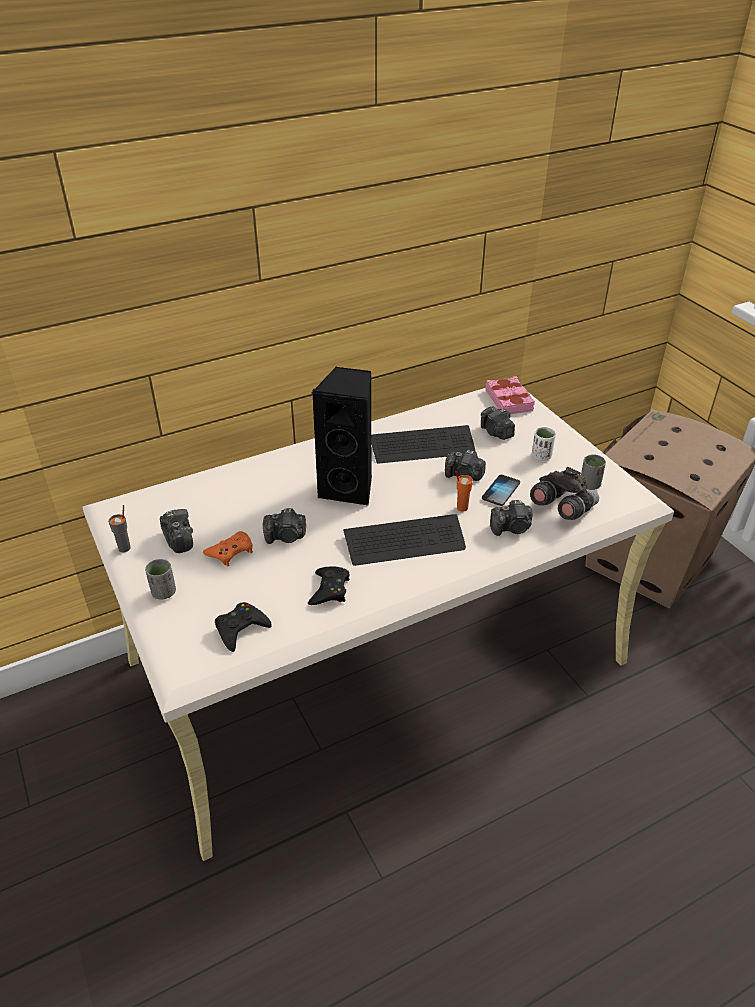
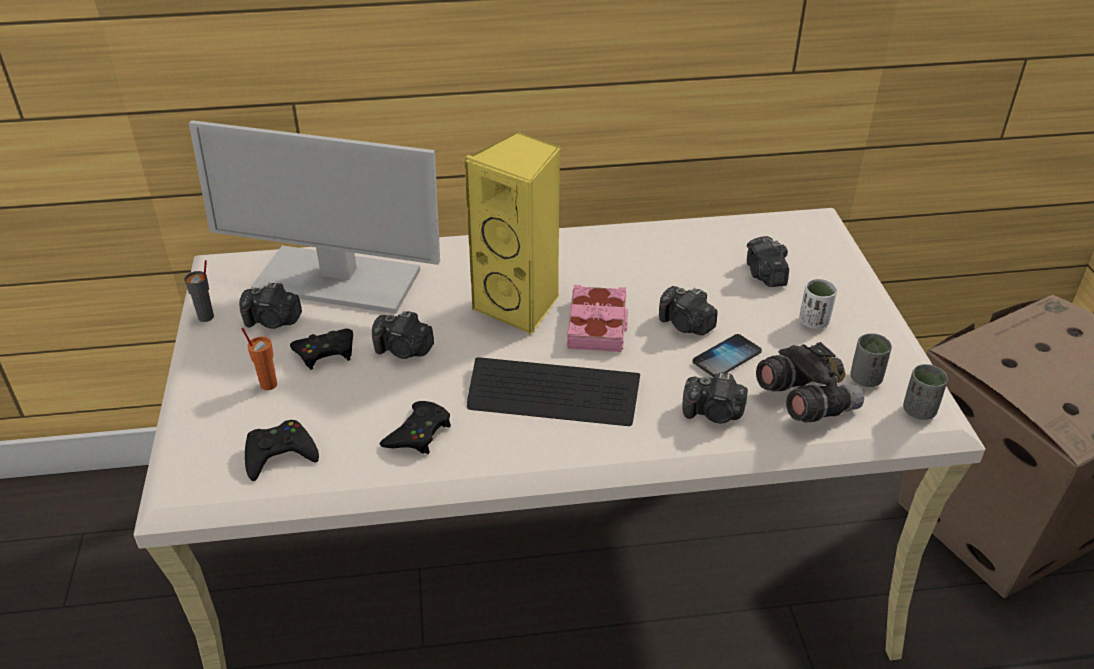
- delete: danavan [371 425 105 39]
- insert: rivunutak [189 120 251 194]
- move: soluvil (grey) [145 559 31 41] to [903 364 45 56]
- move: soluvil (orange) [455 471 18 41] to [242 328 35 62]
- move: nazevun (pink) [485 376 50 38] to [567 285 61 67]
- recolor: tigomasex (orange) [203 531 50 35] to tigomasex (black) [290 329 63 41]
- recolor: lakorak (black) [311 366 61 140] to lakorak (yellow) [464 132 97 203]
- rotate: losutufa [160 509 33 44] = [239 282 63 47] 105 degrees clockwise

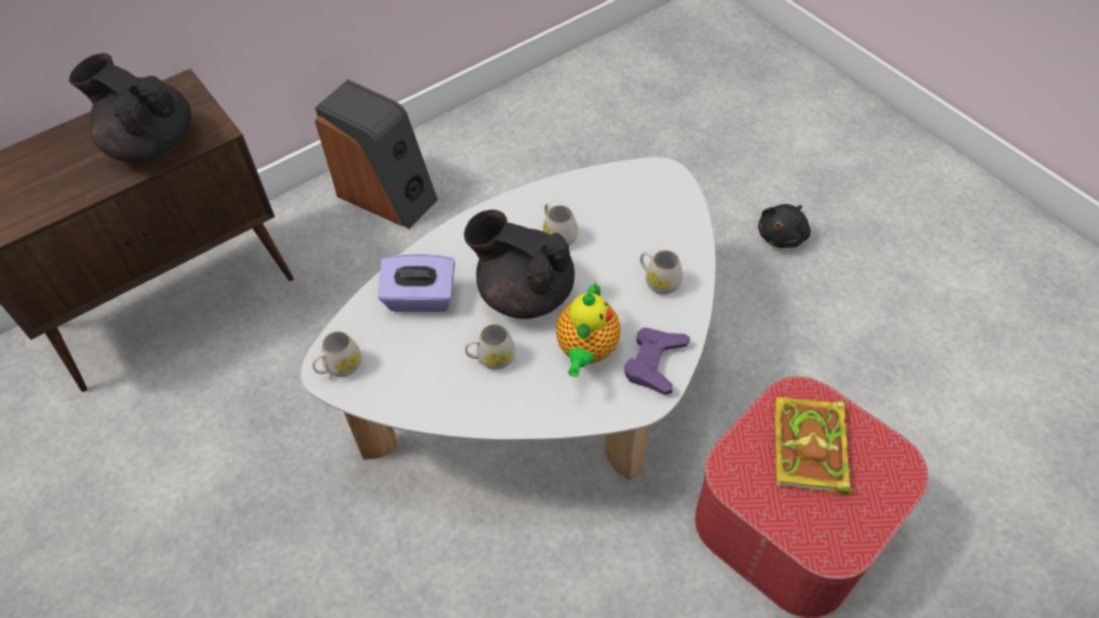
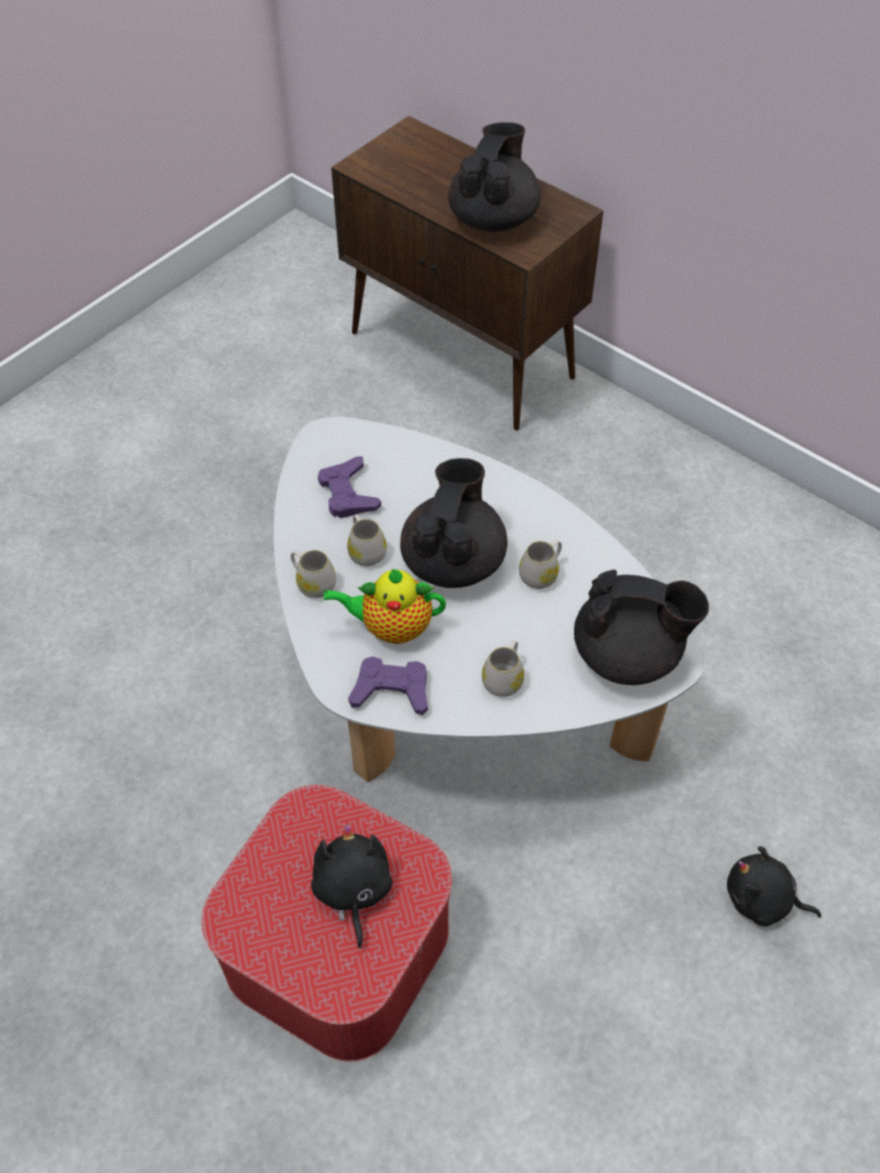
- delete: lakorak [315 80 123 149]
- delete: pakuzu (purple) [378 254 77 58]
- insert: tigomasex (purple) [318 456 63 62]
- insert: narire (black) [574 569 135 116]
- move: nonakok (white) [312 331 50 46] to [291 550 45 48]
- replace: nazevun [775 397 78 98] to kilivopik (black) [311 824 82 125]

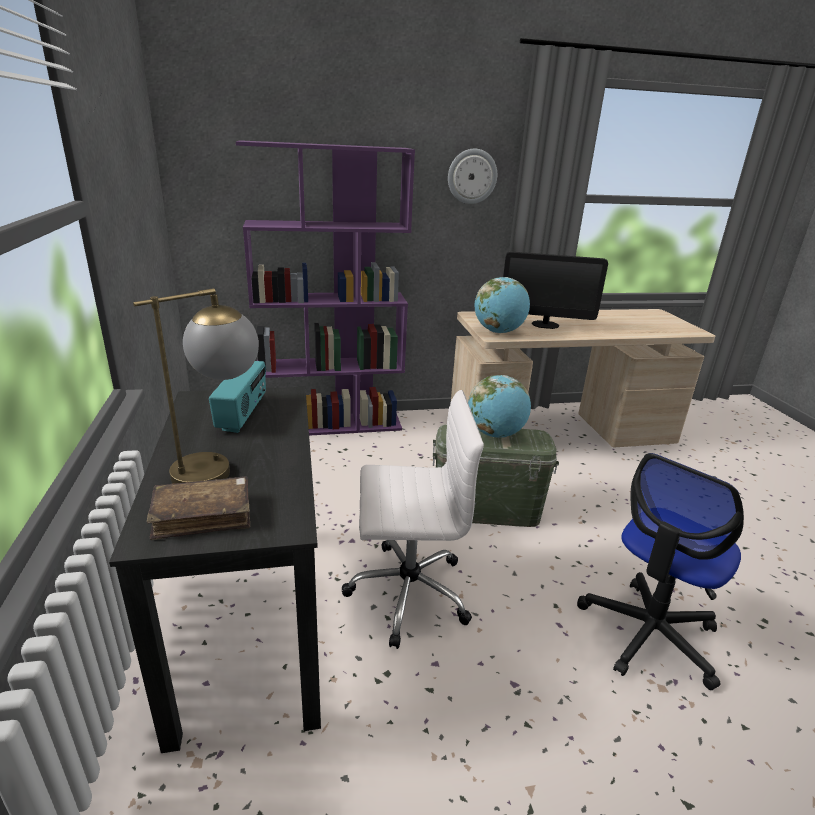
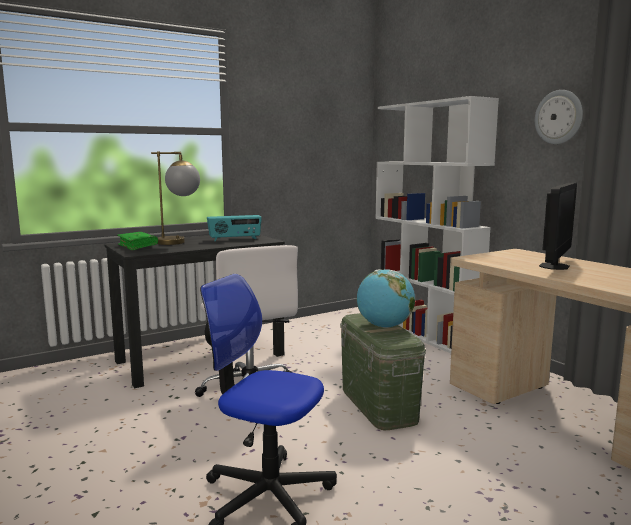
- delete: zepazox [475 277 55 56]
- recolor: nazevun (brown) [147 476 103 64] to nazevun (green) [117 232 41 19]
- recolor: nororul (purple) [236 140 179 296] to nororul (white) [374 96 125 257]
- rotate: rivunutak [503 251 105 78] = [539 183 38 87] 135 degrees counterclockwise

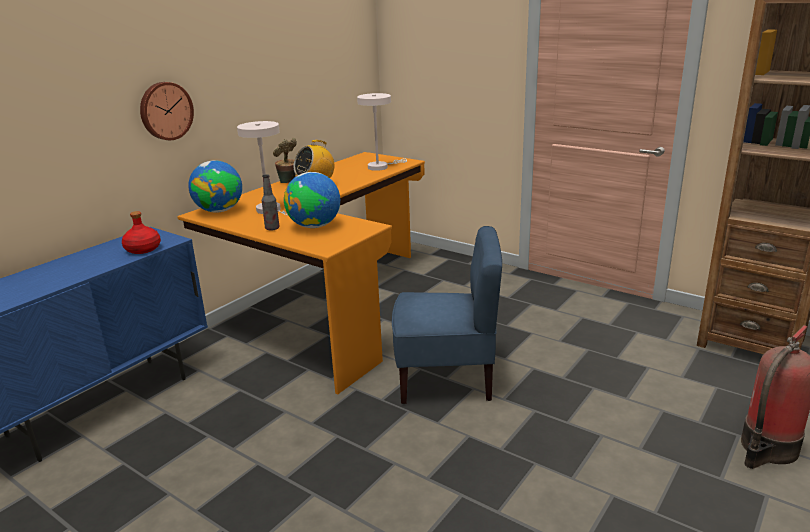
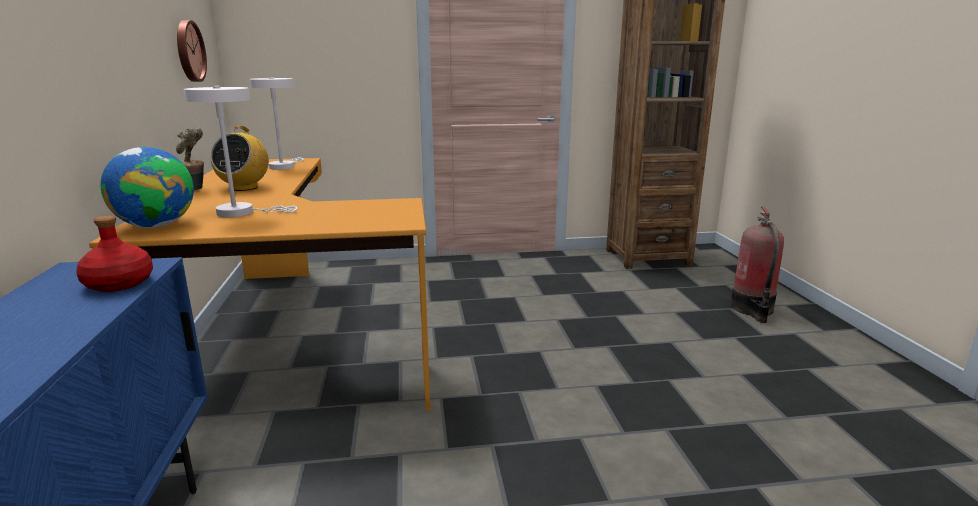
- delete: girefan [262 174 18 57]
- delete: zepazox [284 172 56 56]
- delete: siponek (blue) [392 226 110 178]
- move: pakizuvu [140 82 54 58] to [177 20 30 62]

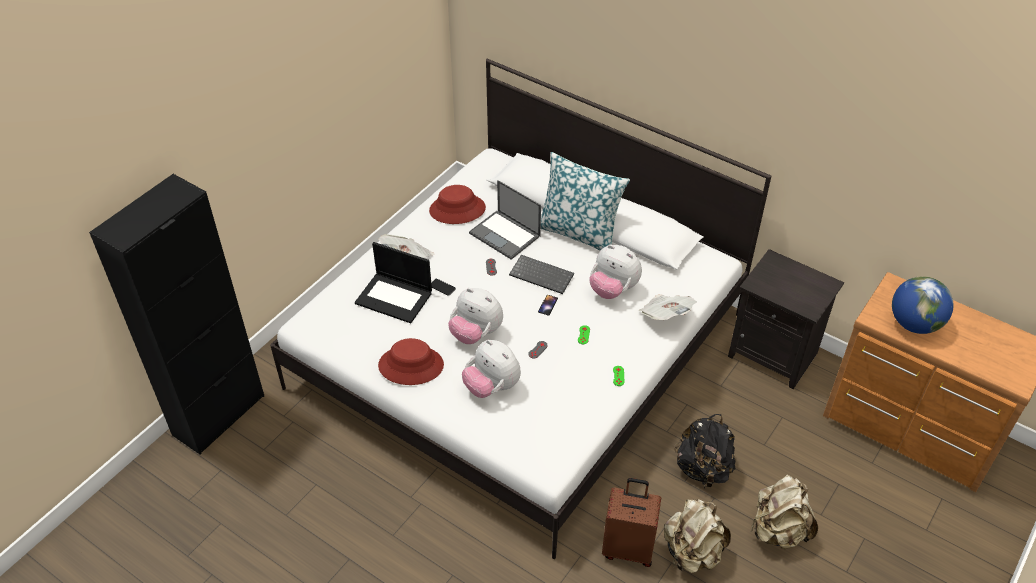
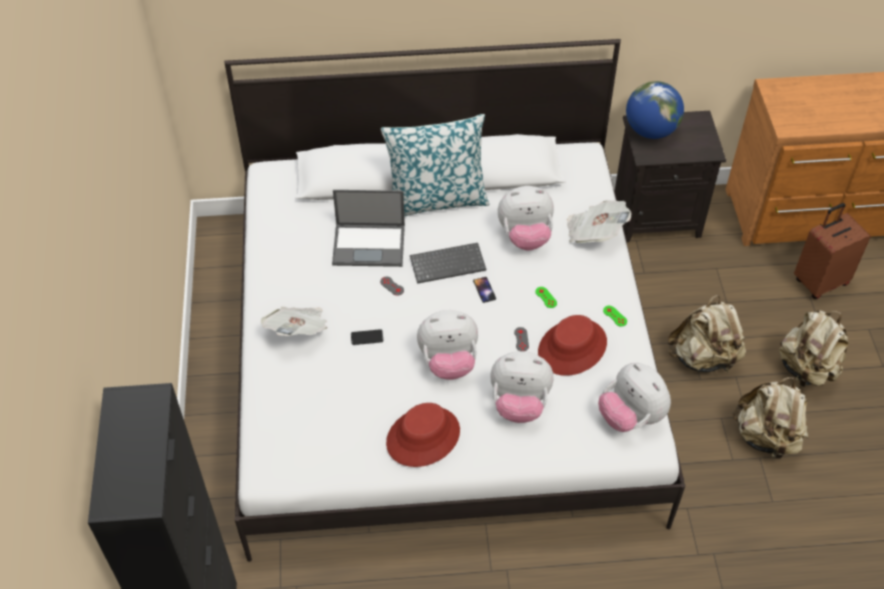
- delete: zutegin [355 242 77 81]
- insert: kilivopik [598 363 73 69]
- move: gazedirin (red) [429 185 57 39] to [538 315 69 61]
- move: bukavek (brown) [602 478 59 89] to [794 203 77 96]
- move: zepazox [892 276 61 58] to [626 81 58 58]
- recolor: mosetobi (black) [675 414 61 74] to mosetobi (beige) [668 295 78 78]

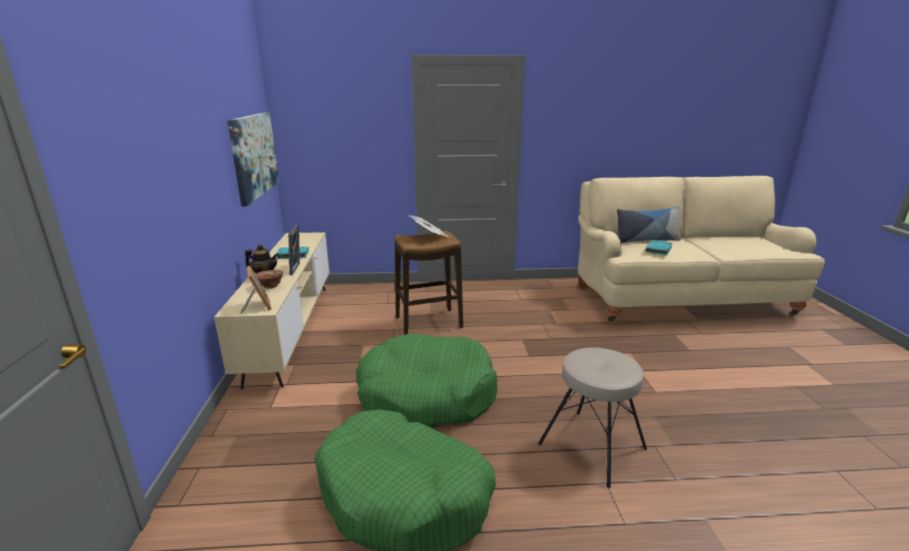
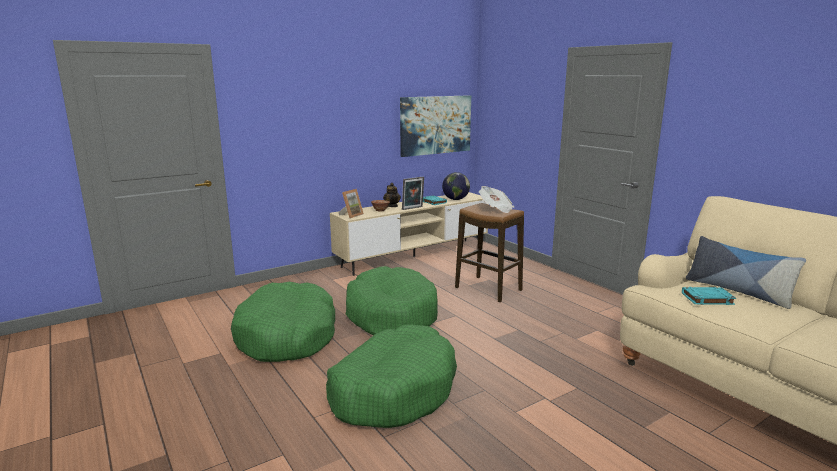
- insert: zepazox [442 172 28 28]
- replace: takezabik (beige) [538 347 109 141] to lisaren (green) [326 324 131 104]

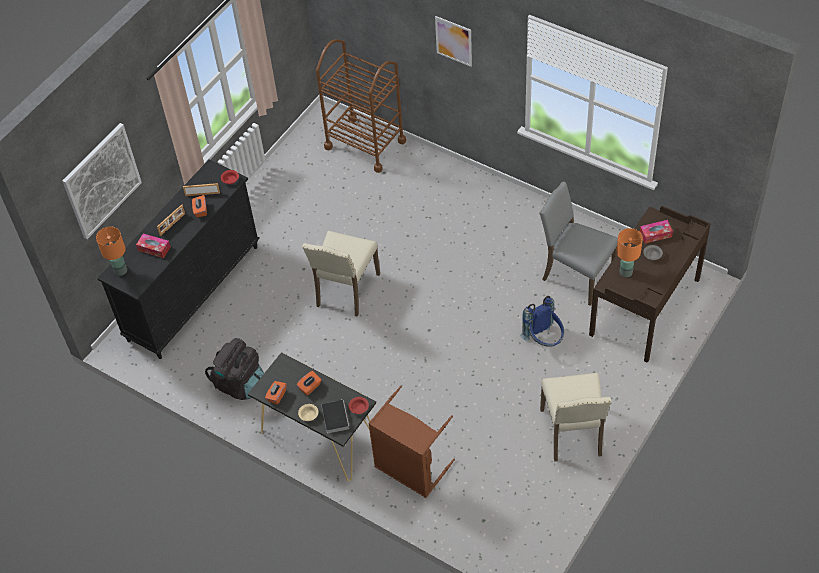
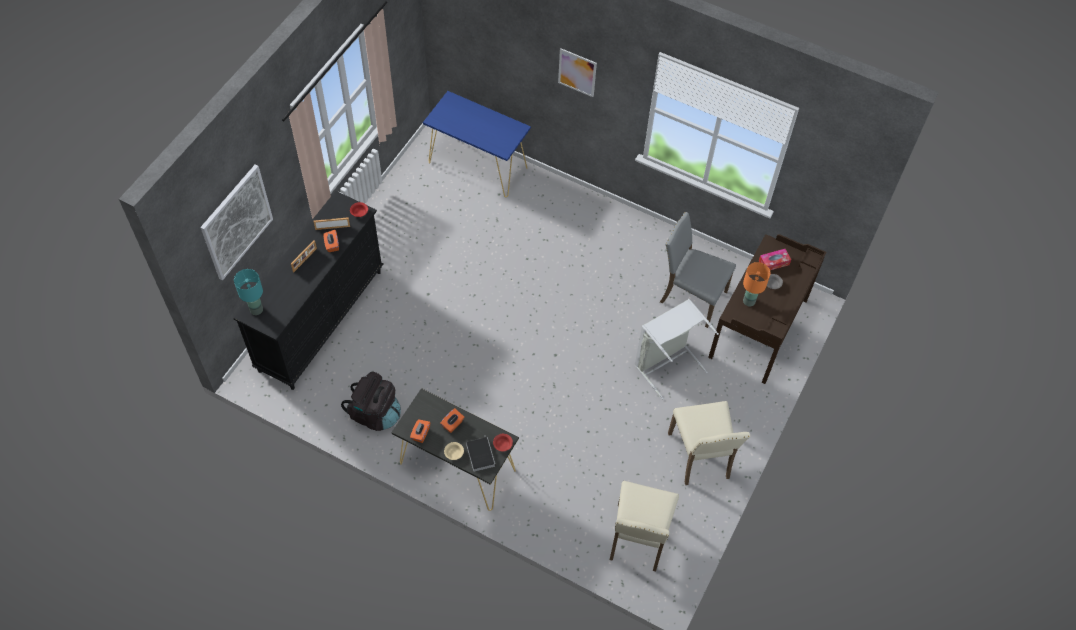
- delete: pakuzu [136 234 35 24]
- delete: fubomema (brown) [368 386 87 112]
- move: siponek (beige) [302 231 78 86] to [610 481 69 90]
- replace: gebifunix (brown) [316 39 90 134] to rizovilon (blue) [423 91 108 106]
- replace: mosetobi (blue) [521 296 43 51] to fubomema (grey) [635 299 84 100]
- recolor: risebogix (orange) [96 226 31 50] to risebogix (turquoise) [234 269 29 46]

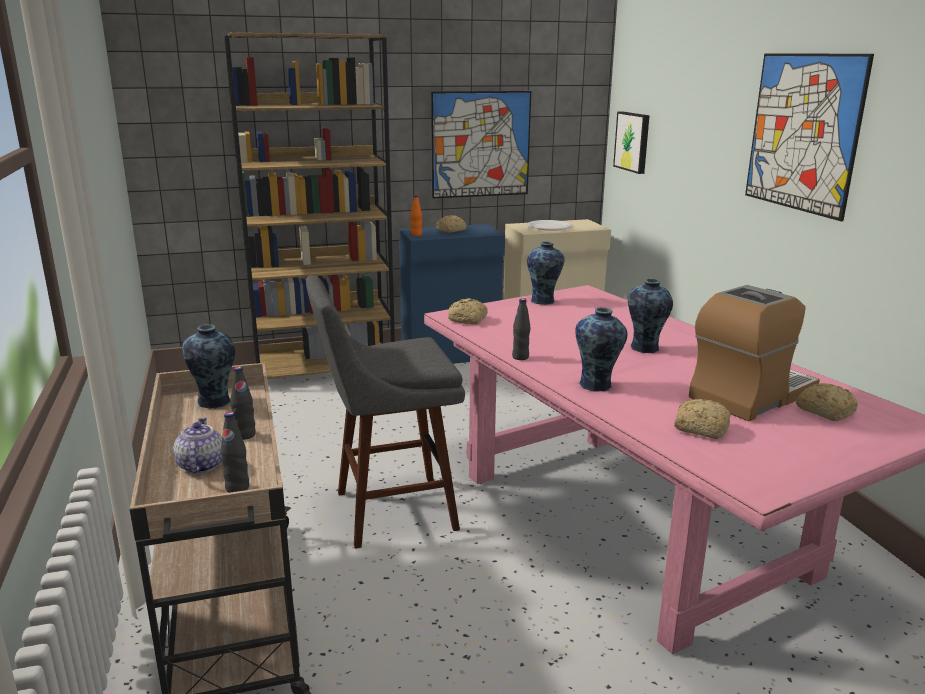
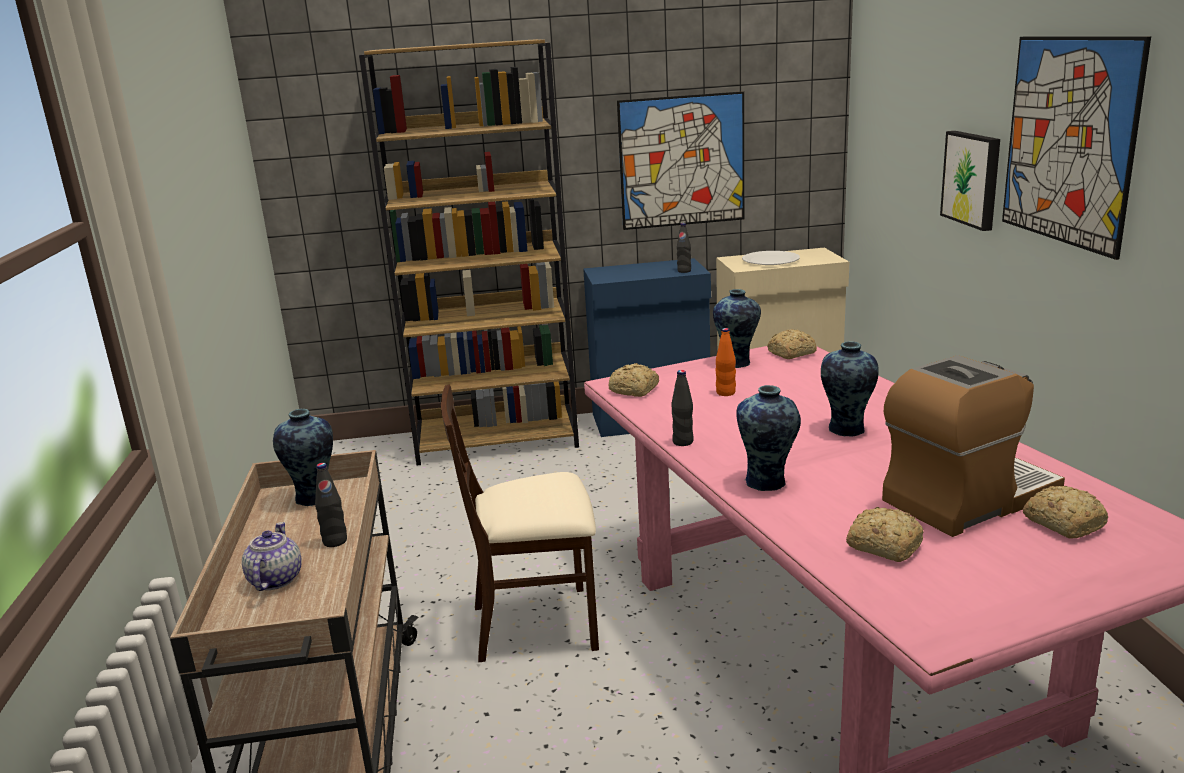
- move: girefan (black) [221 412 28 81] to [677 223 14 50]
- move: girefan (orange) [410 195 12 41] to [716 328 20 68]
- move: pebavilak [436 215 30 18] to [767 329 50 30]
- move: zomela [613 111 37 63] to [940 131 60 100]
- replace: takezabik (grey) [306 275 159 274] to siponek (beige) [441 385 158 277]

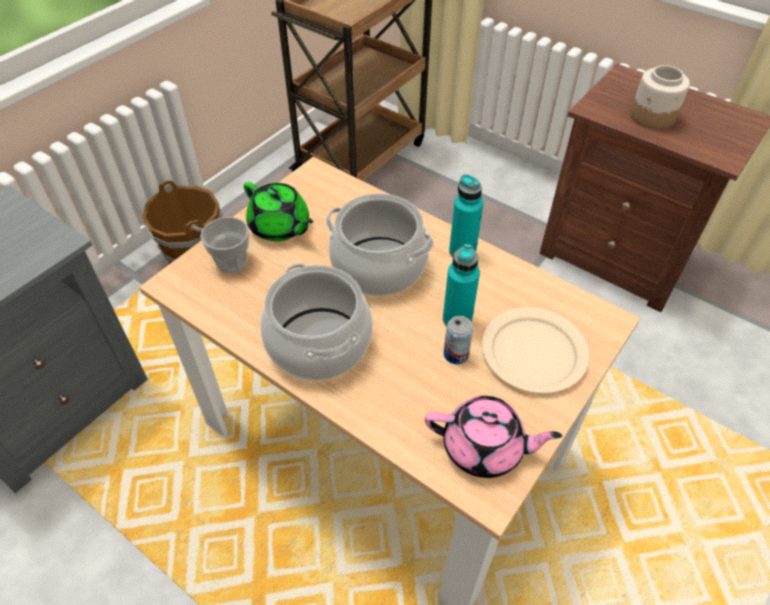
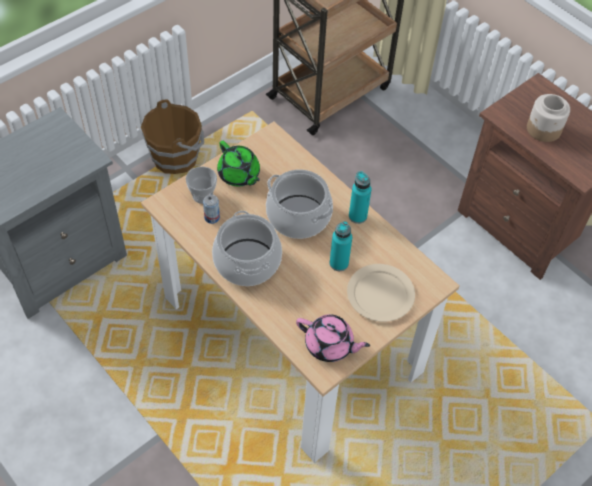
- move: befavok [444 316 29 48] to [203 194 17 30]

